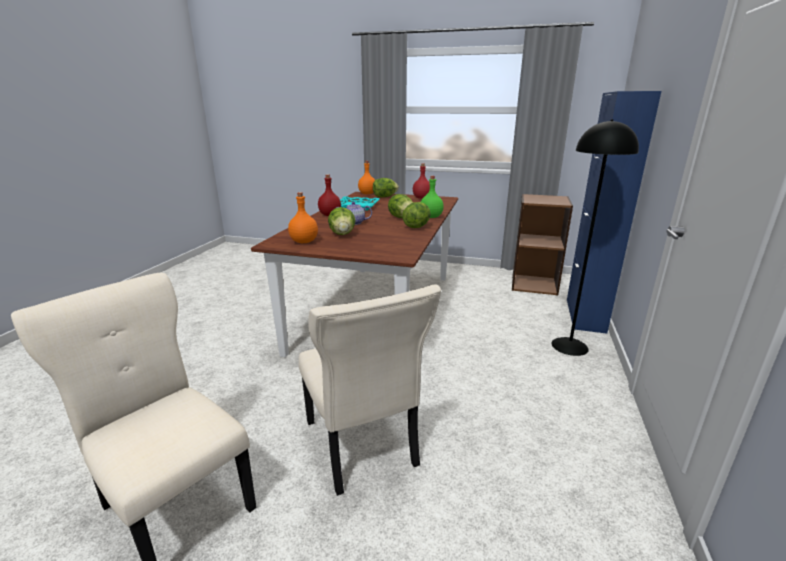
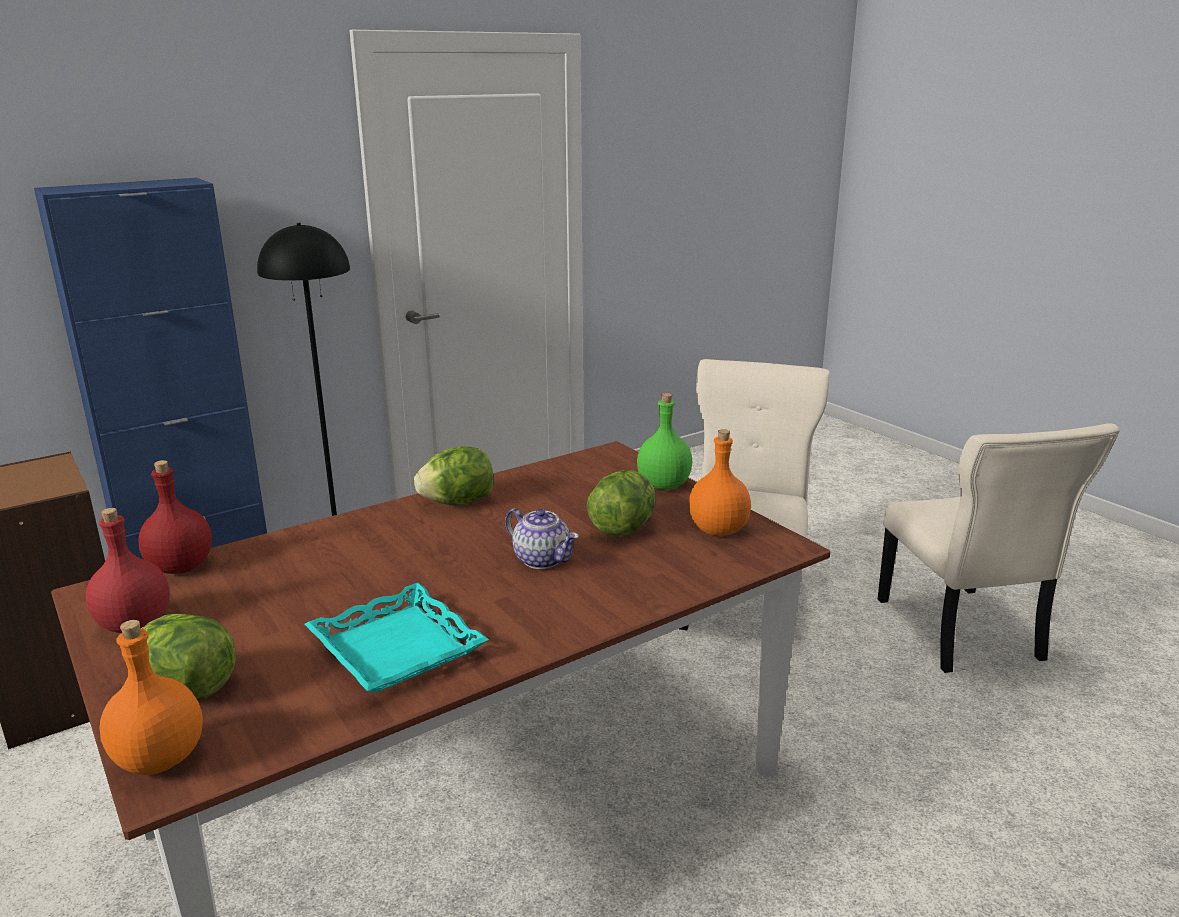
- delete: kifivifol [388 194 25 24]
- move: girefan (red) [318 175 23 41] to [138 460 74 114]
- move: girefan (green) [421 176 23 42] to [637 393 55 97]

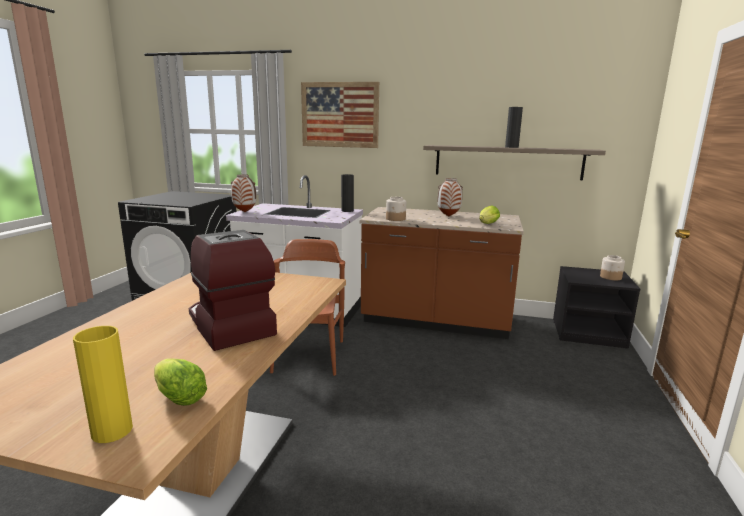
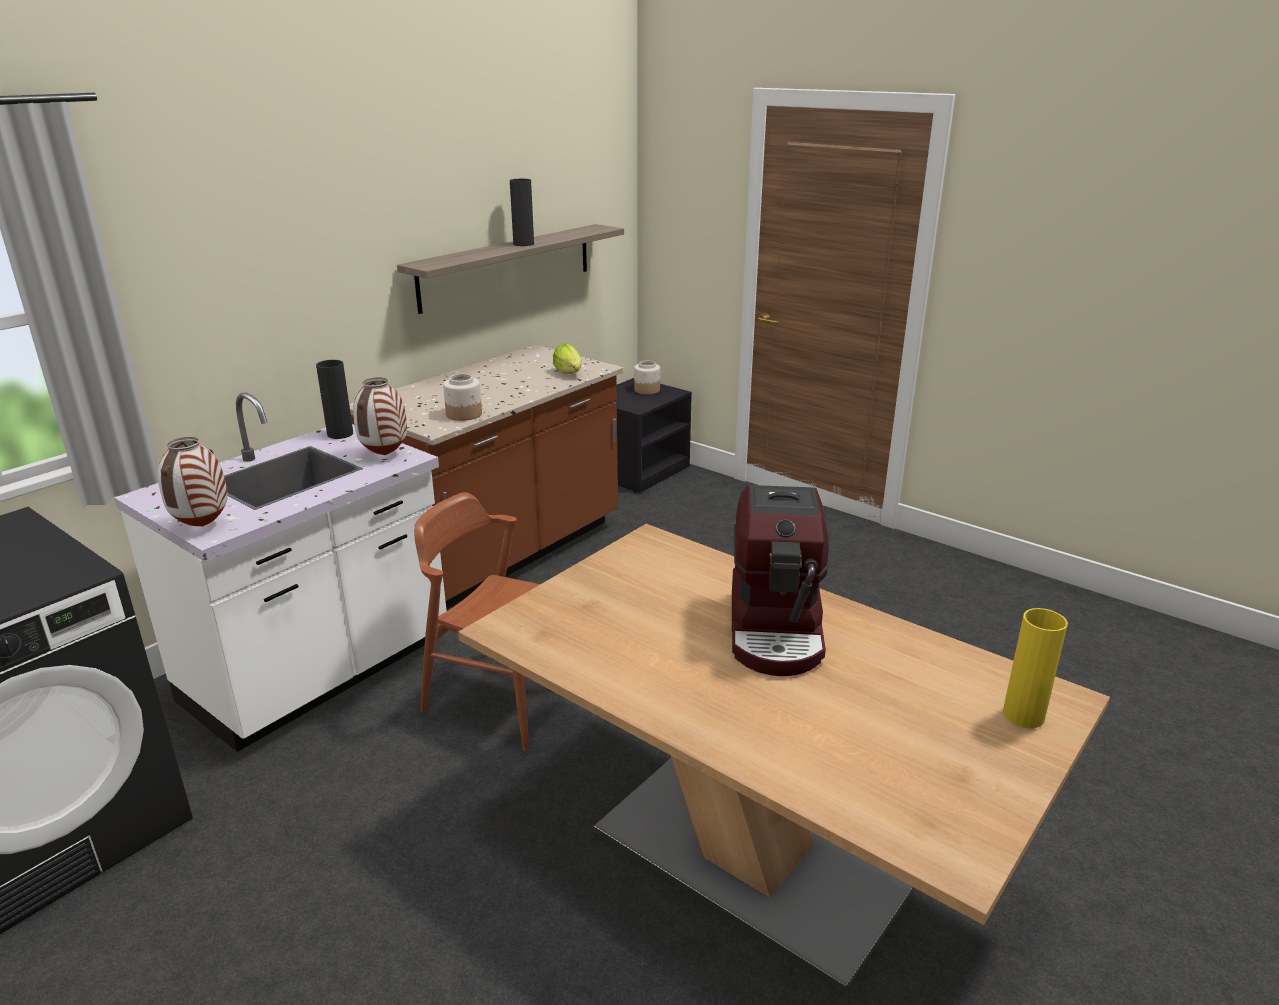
- delete: kifivifol [154 358 53 48]
- delete: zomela [301 82 78 66]
- move: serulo [437 178 26 38] to [353 377 54 78]
- rotate: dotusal [189 230 88 121] = [732 485 97 191] 75 degrees counterclockwise

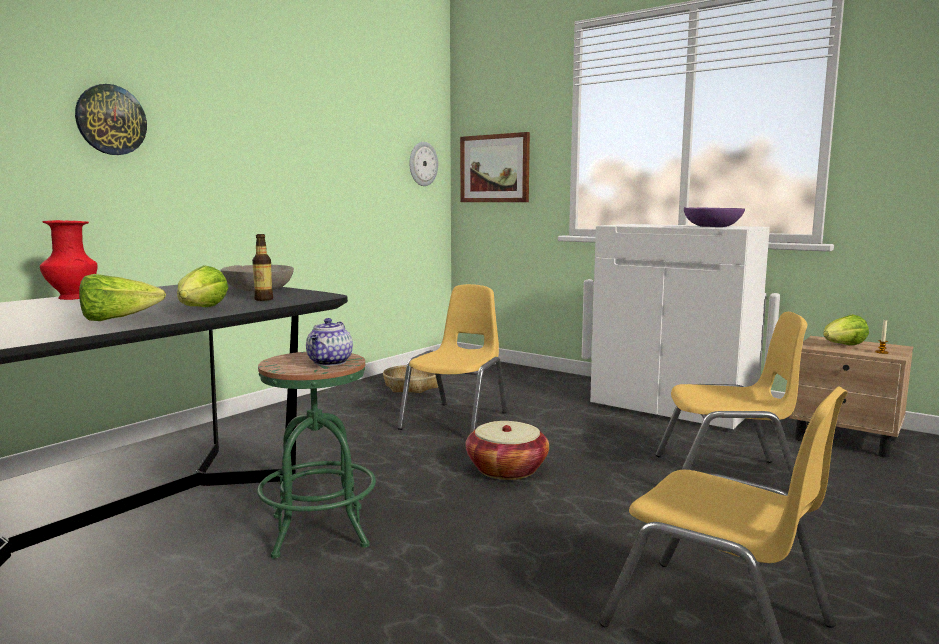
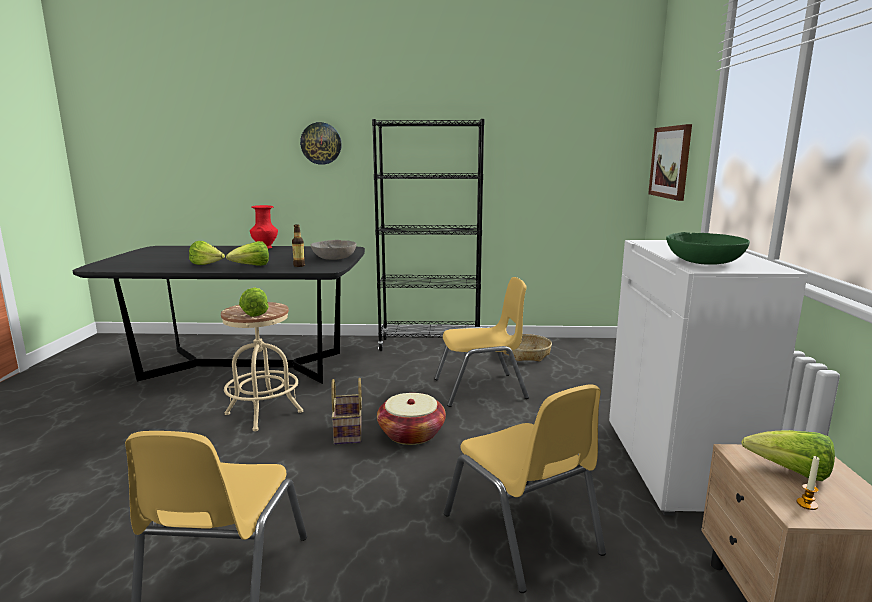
- delete: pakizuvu [409 142 29 44]
- insert: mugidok [331 378 31 66]
- insert: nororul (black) [372 119 113 232]
- replace: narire [306 318 47 48] to kifivifol [239 287 30 30]
- recolor: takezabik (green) [257 352 119 206] to takezabik (beige) [221 302 82 129]
- recolor: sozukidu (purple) [683 207 62 20] to sozukidu (green) [666 232 84 33]

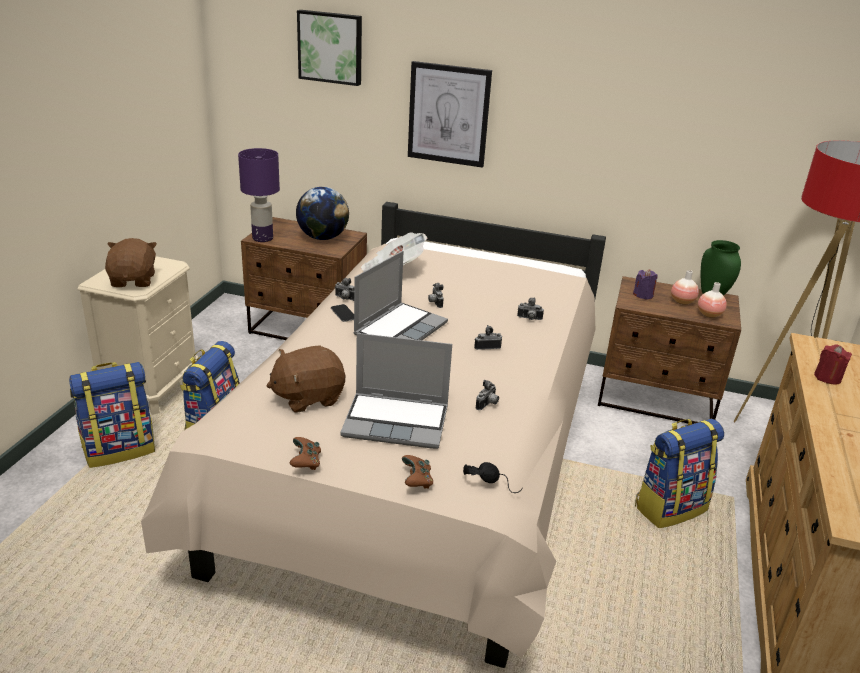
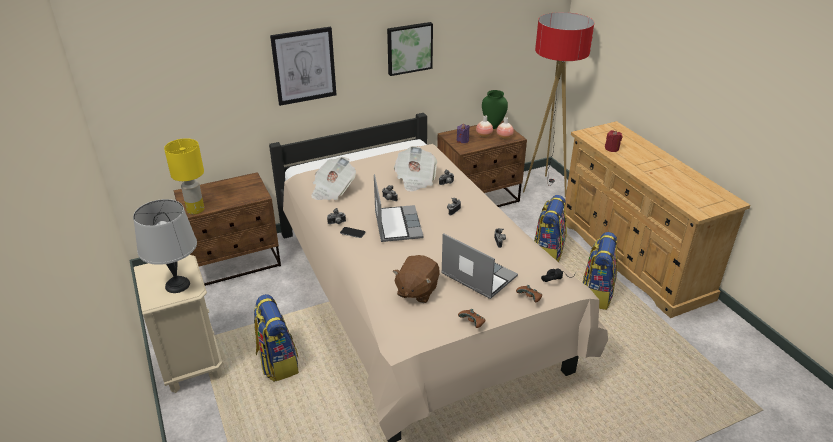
- delete: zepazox [296 187 53 53]
- insert: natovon [394 146 43 46]
- move: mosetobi [69 362 86 106] to [582 232 36 78]
- move: zomela [297 10 65 76] to [387 22 46 54]
- replace: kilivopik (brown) [105 238 52 49] to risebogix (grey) [133 199 64 94]
- recolor: risebogix (purple) [238 148 42 94] to risebogix (yellow) [164 138 40 76]
- rotate: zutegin [340 333 112 116] = [441 233 77 66] 105 degrees counterclockwise

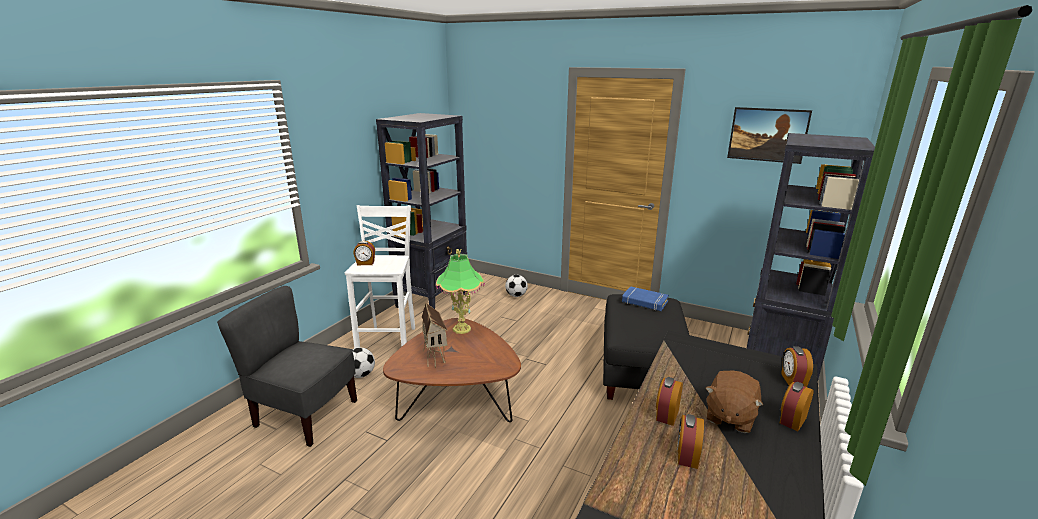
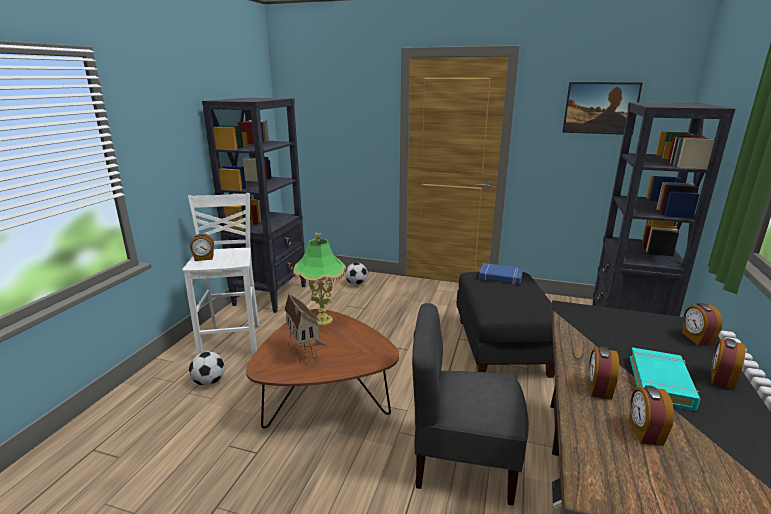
- move: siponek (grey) [217 286 140 161] to [412 303 117 202]
- replace: kilivopik (brown) [706 370 57 63] to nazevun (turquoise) [630 348 70 63]

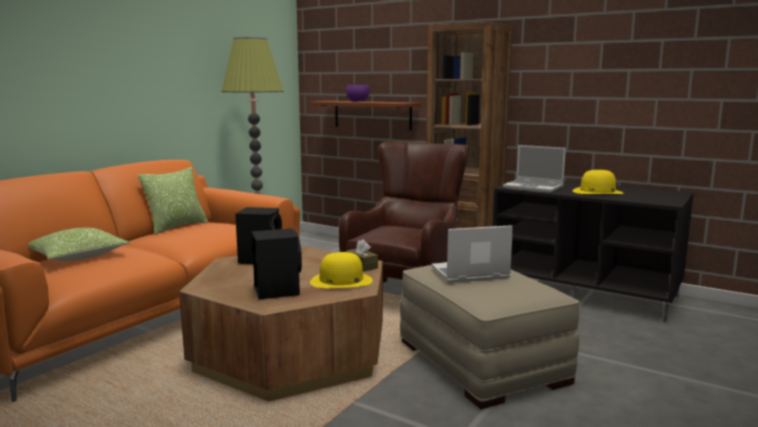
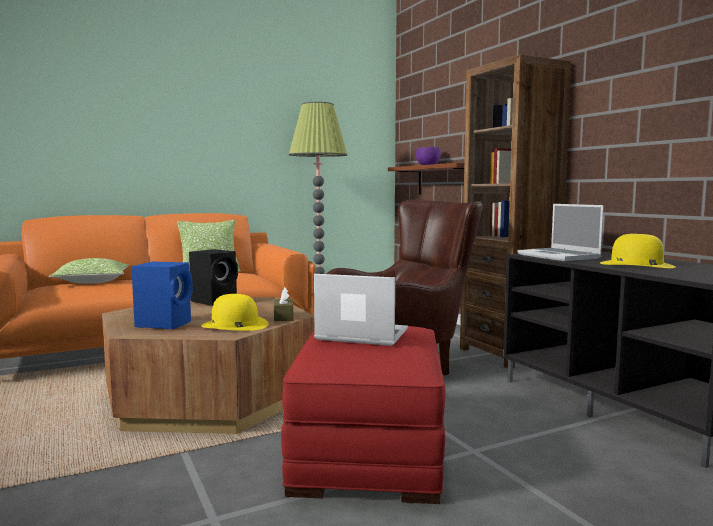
- recolor: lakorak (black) [252 228 50 71] to lakorak (blue) [131 262 62 67]
- recolor: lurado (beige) [400 262 180 147] to lurado (red) [281 326 165 178]

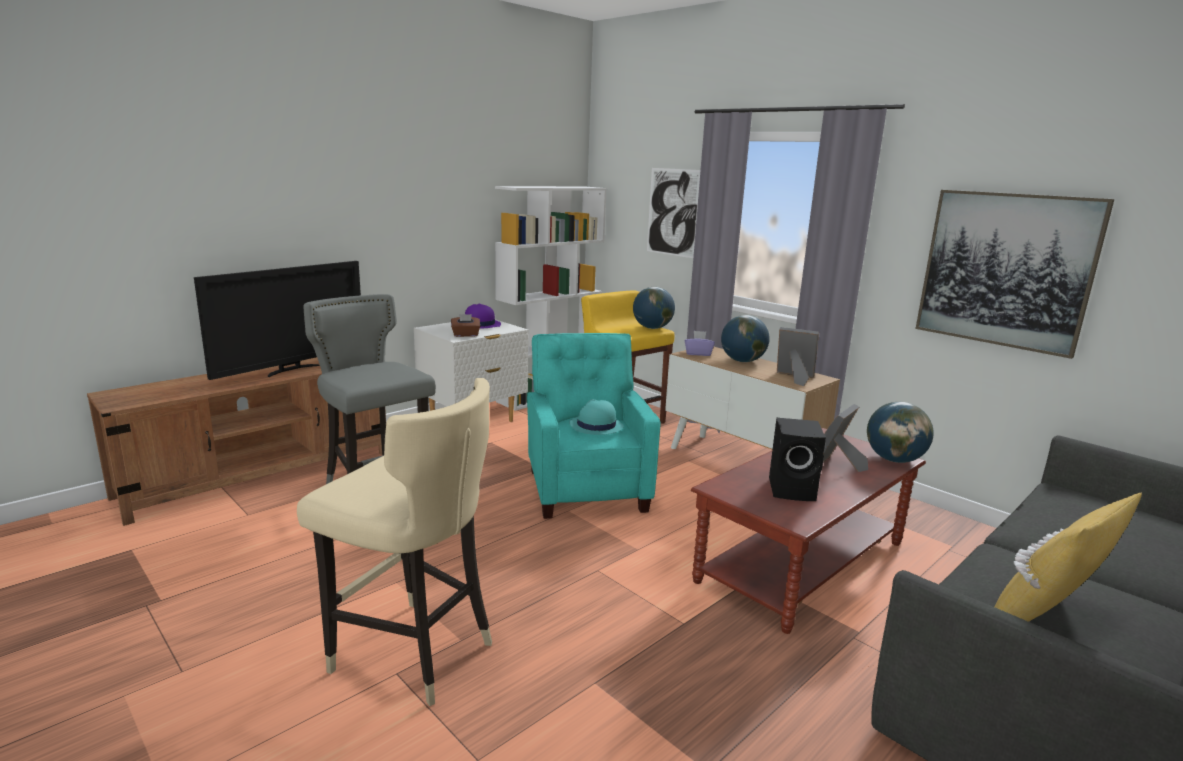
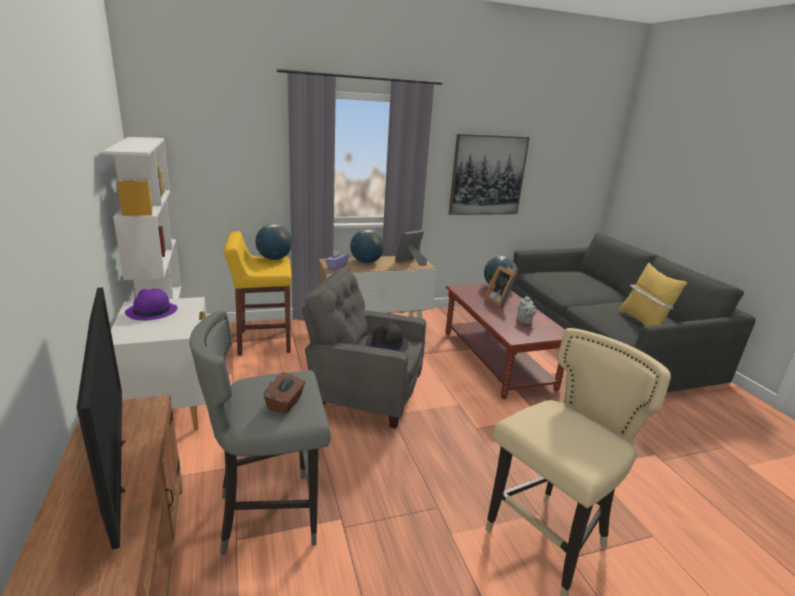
- delete: zomela [647 168 53 90]
- move: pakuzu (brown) [451 314 29 23] to [264 372 41 42]
- replace: lakorak (black) [769 418 57 83] to narire (grey) [517 296 20 28]
- recolor: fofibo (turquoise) [527 333 133 186] to fofibo (grey) [302 268 124 161]
- recolor: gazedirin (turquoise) [569 399 55 36] to gazedirin (black) [366 323 43 28]

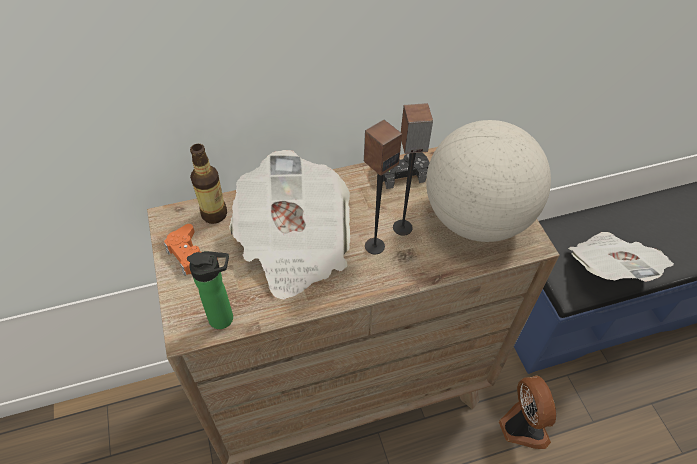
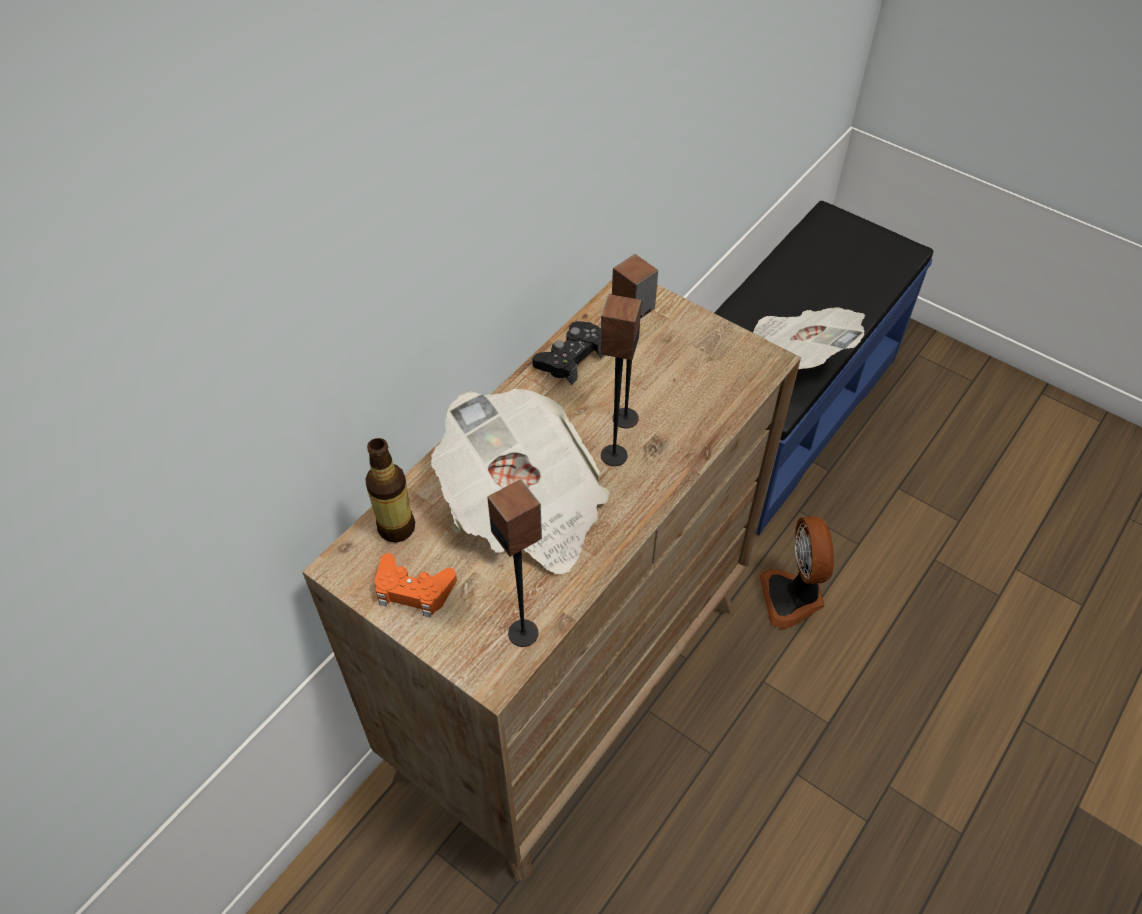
- delete: zepazox [426 120 125 122]
- replace: girefan [187 251 46 78] to lakorak [487 479 55 168]
- rotate: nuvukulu [499 375 57 74] = [760 516 74 113] 135 degrees counterclockwise

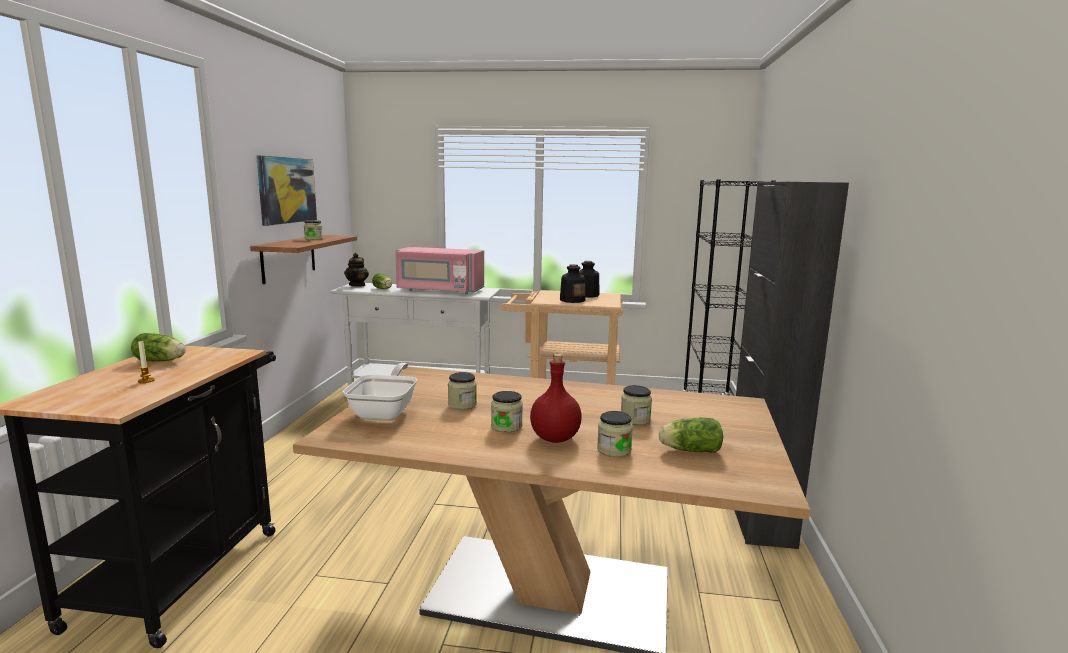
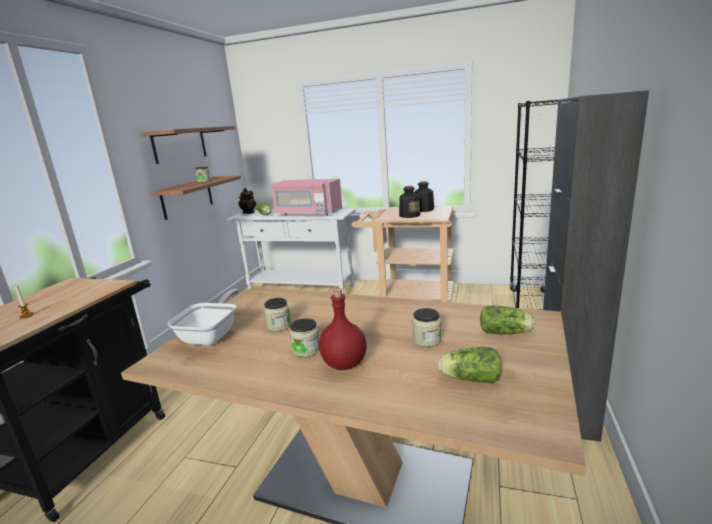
- delete: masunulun [597 411 36 46]
- move: kifivifol [131 333 55 28] to [480 305 55 29]
- replace: zomela [256 155 61 71] to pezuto [140 126 95 38]

